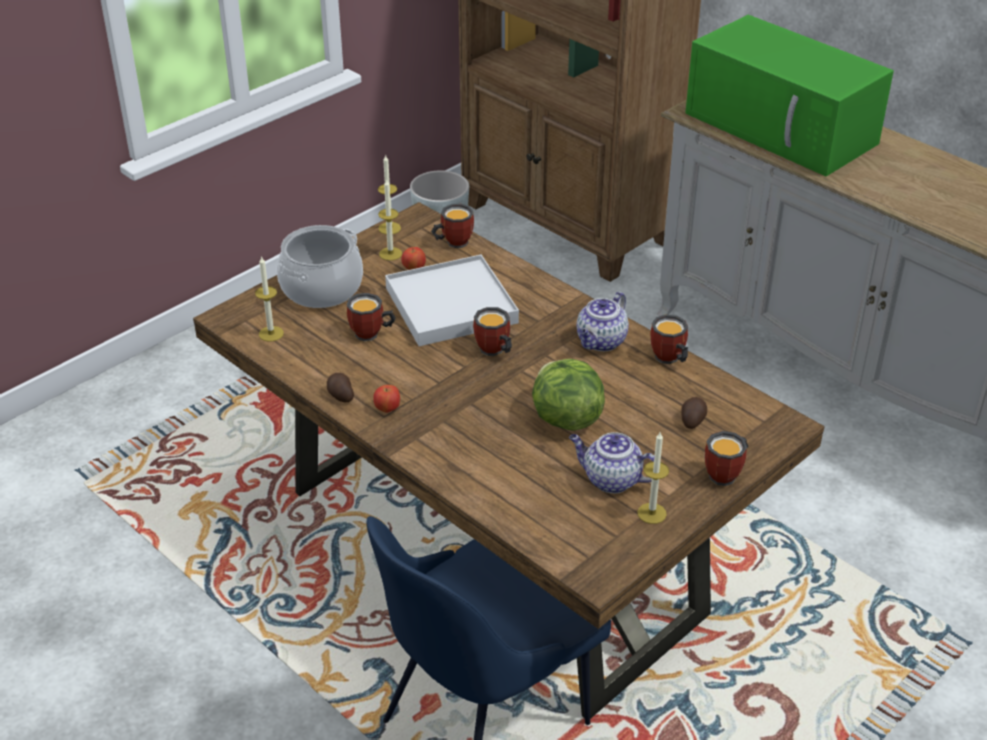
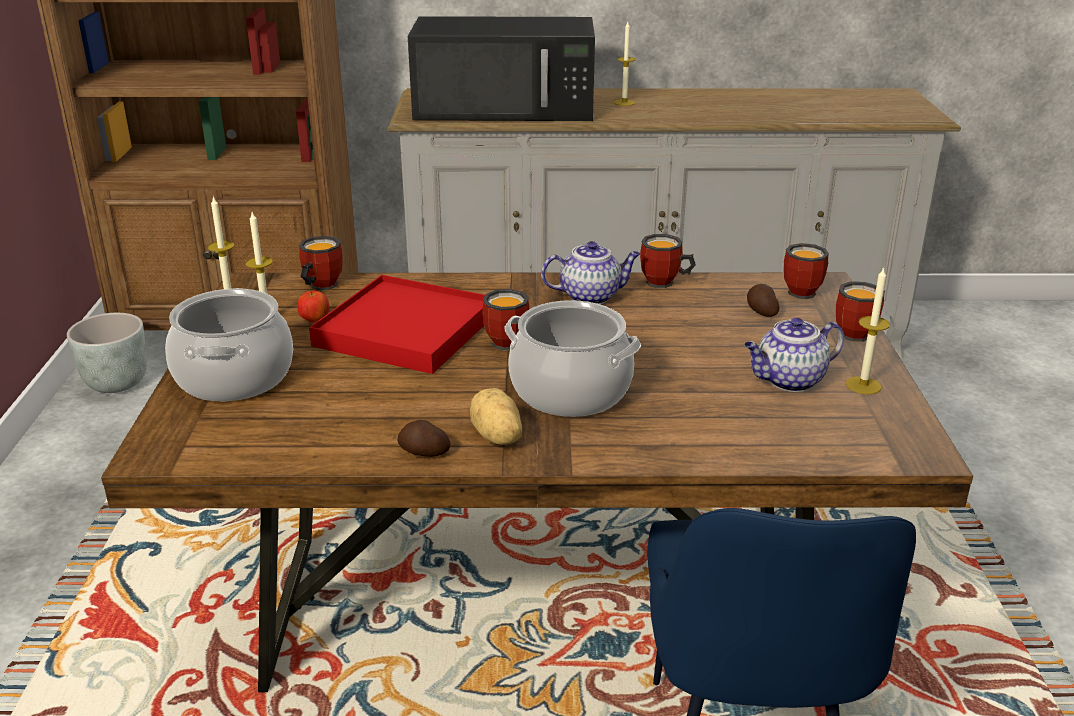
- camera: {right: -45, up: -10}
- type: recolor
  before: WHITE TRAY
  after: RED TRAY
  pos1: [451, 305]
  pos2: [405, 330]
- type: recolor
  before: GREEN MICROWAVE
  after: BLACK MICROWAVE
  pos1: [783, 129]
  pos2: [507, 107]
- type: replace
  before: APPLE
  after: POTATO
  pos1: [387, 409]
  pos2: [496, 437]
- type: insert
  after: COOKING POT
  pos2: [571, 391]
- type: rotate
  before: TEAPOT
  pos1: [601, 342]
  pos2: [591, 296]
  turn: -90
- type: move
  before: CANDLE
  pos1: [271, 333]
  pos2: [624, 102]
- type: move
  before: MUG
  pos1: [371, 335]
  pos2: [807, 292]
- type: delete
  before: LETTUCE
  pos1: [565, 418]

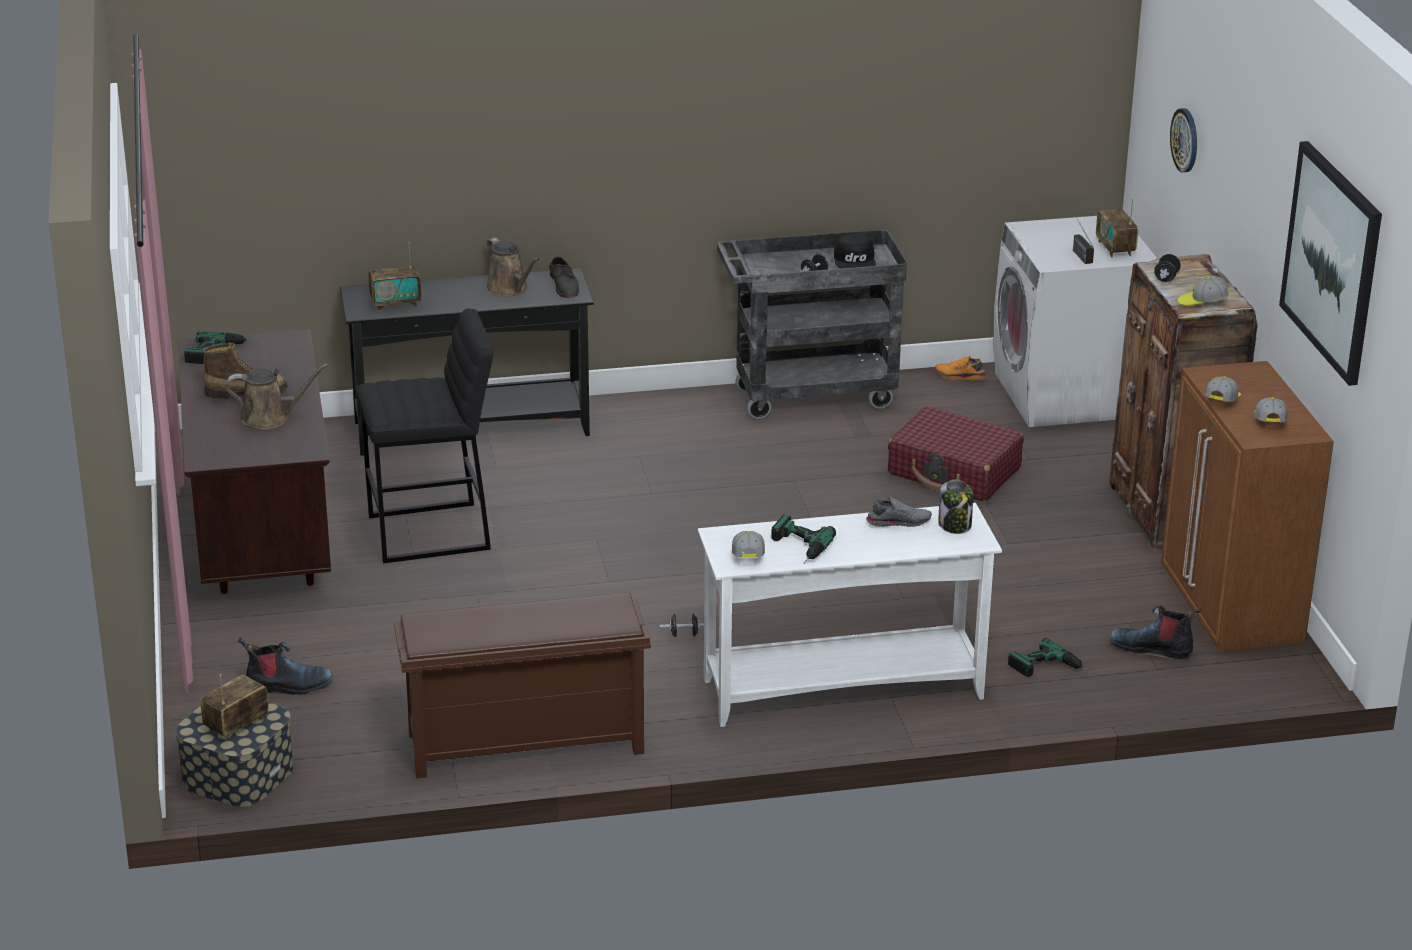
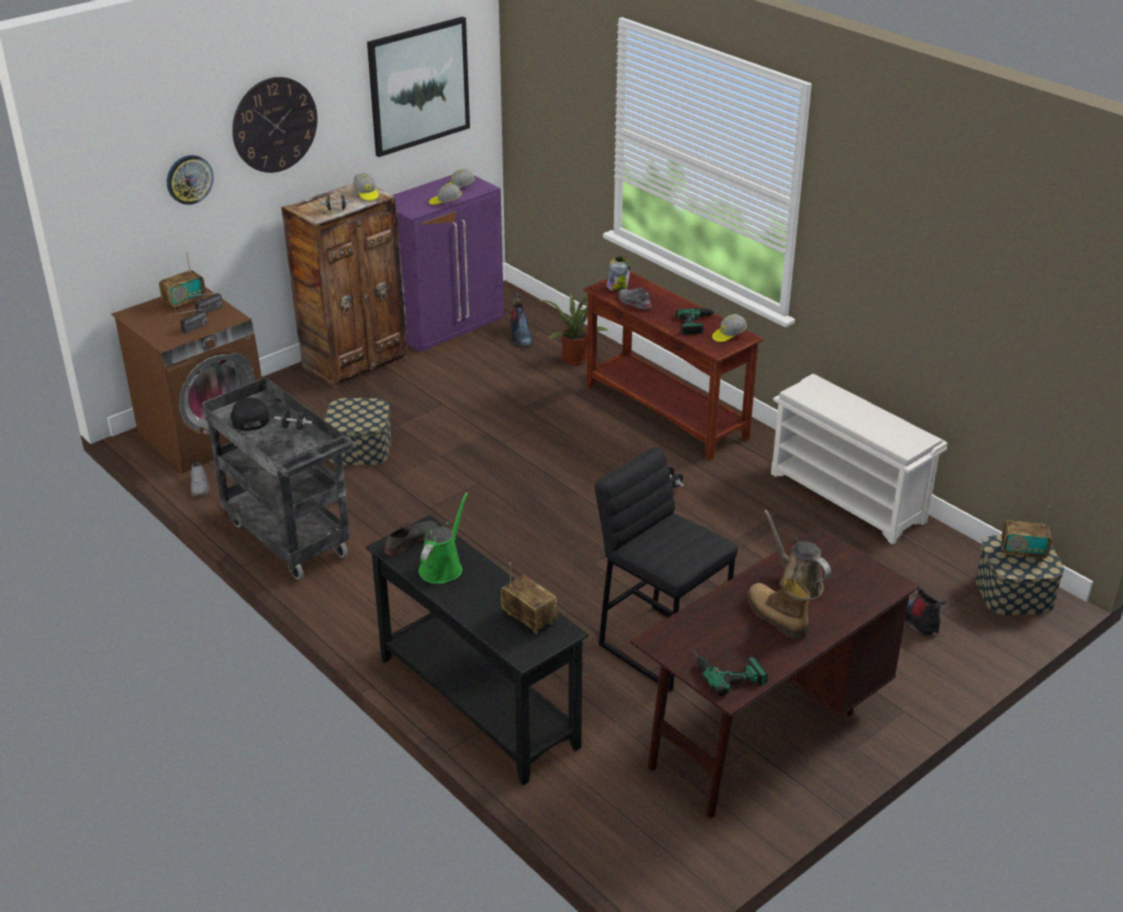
- camera: {right: -120, up: 5}
- type: recolor
  before: WHITE WASHING MACHINE
  after: BROWN WASHING MACHINE
  pos1: [1067, 395]
  pos2: [203, 434]
- type: insert
  after: RADIO
  pos2: [189, 330]
- type: recolor
  before: ORANGE SHOE
  after: GREY SHOE
  pos1: [959, 377]
  pos2: [200, 486]
- type: rotate
  before: BLACK CAP
  pos1: [855, 260]
  pos2: [249, 418]
  turn: -75
- type: insert
  after: WALL CLOCK
  pos2: [274, 124]
- type: replace
  before: RED SUITCASE
  after: STORAGE BOX
  pos1: [954, 471]
  pos2: [360, 448]
- type: recolor
  before: BROWN CABINET
  after: PURPLE CABINET
  pos1: [1231, 602]
  pos2: [446, 323]
- type: recolor
  before: BROWN WATERING CAN
  after: GREEN WATERING CAN
  pos1: [509, 289]
  pos2: [442, 567]
- type: replace
  before: POWER DRILL
  after: POTTED PLANT
  pos1: [1050, 669]
  pos2: [574, 357]
- type: recolor
  before: WHITE CONSOLE TABLE
  after: BROWN CONSOLE TABLE
  pos1: [841, 689]
  pos2: [667, 413]
- type: recolor
  before: BROWN SHOE RACK
  after: WHITE SHOE RACK
  pos1: [523, 745]
  pos2: [849, 497]

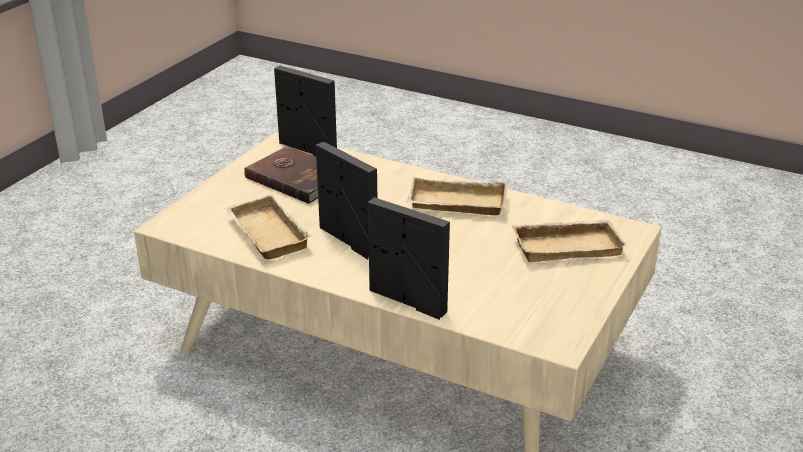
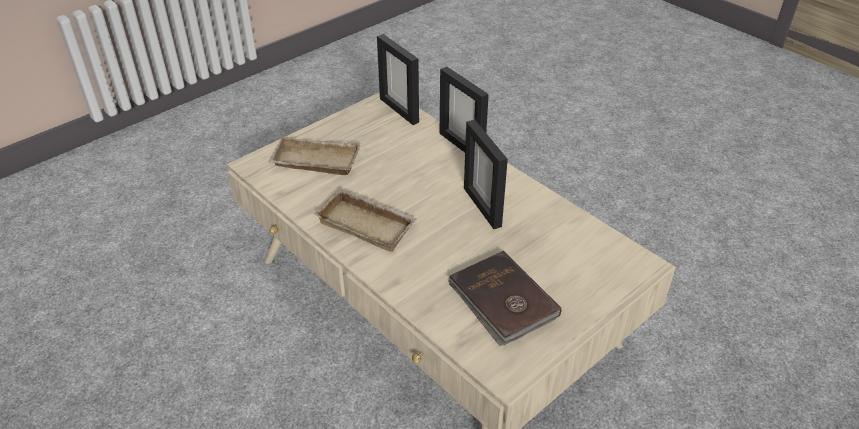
- camera: {right: -160, up: 10}
- type: move
  before: PICTURE FRAME
  pos1: [306, 150]
  pos2: [400, 110]
- type: delete
  before: BEIGE TRAY
  pos1: [264, 234]

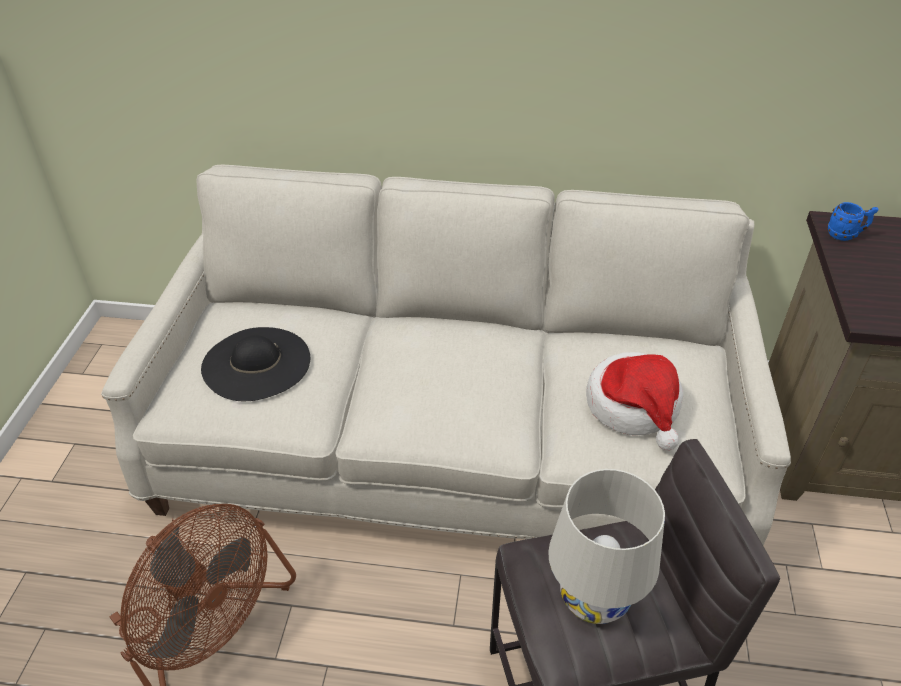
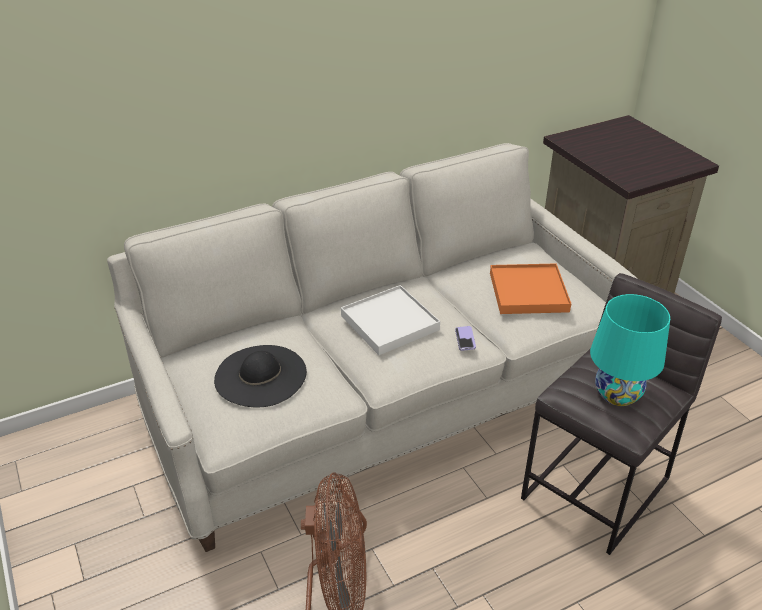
- camera: {right: -35, up: -5}
- type: insert
  after: WHITE TRAY
  pos2: [389, 323]
- type: insert
  after: PHONE
  pos2: [465, 339]
- type: replace
  before: HAT
  after: ORANGE TRAY
  pos1: [634, 407]
  pos2: [528, 292]
- type: recolor
  before: WHITE TABLE LAMP
  after: TURQUOISE TABLE LAMP
  pos1: [593, 599]
  pos2: [617, 393]
- type: delete
  before: BLUE MUG
  pos1: [845, 235]

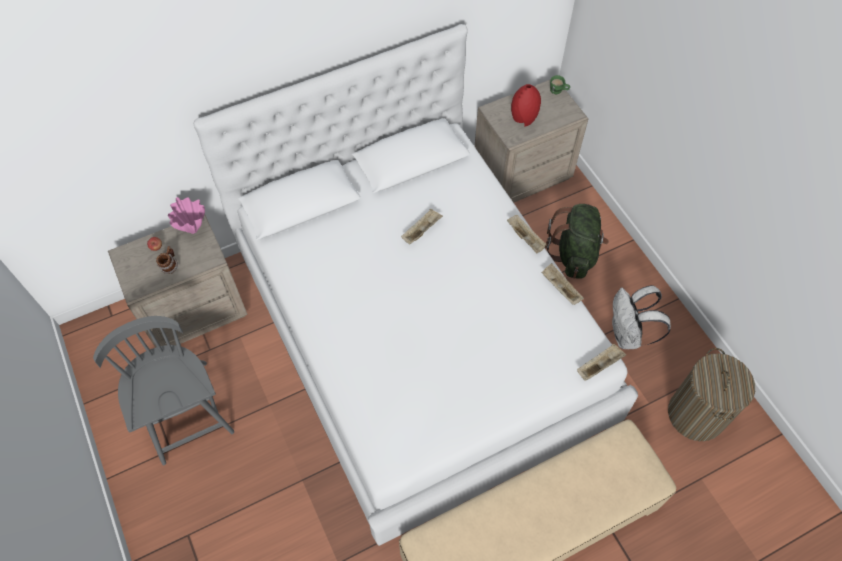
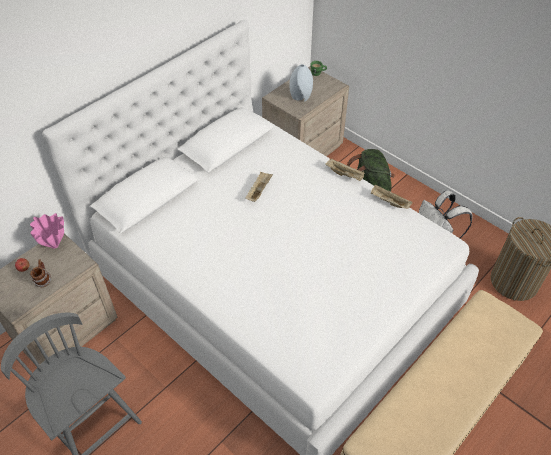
- camera: {right: -20, up: -10}
- type: recolor
  before: RED VASE
  after: GREY VASE
  pos1: [524, 119]
  pos2: [301, 97]
- type: delete
  before: BEIGE TRAY
  pos1: [599, 365]

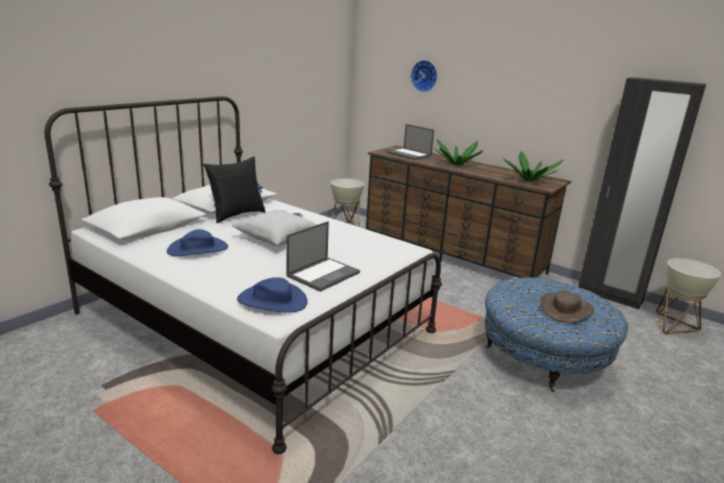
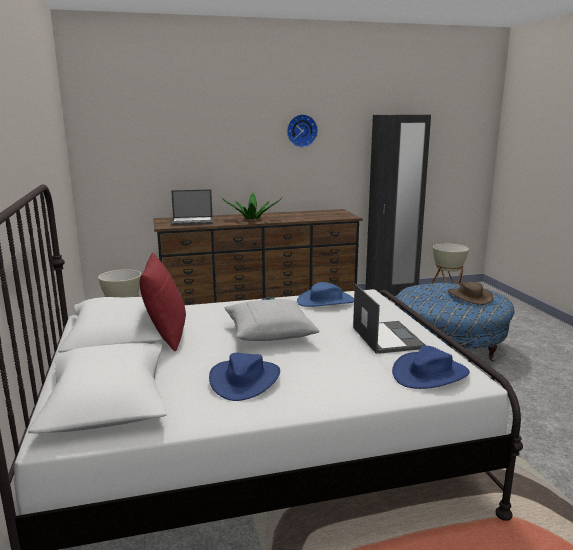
- camera: {right: -50, up: -5}
- type: recolor
  before: BLACK PILLOW
  after: RED PILLOW
  pos1: [237, 215]
  pos2: [166, 336]
- type: move
  before: WALL CLOCK
  pos1: [425, 76]
  pos2: [301, 130]
- type: insert
  after: BLUE HAT
  pos2: [326, 301]
- type: delete
  before: POTTED PLANT
  pos1: [529, 180]

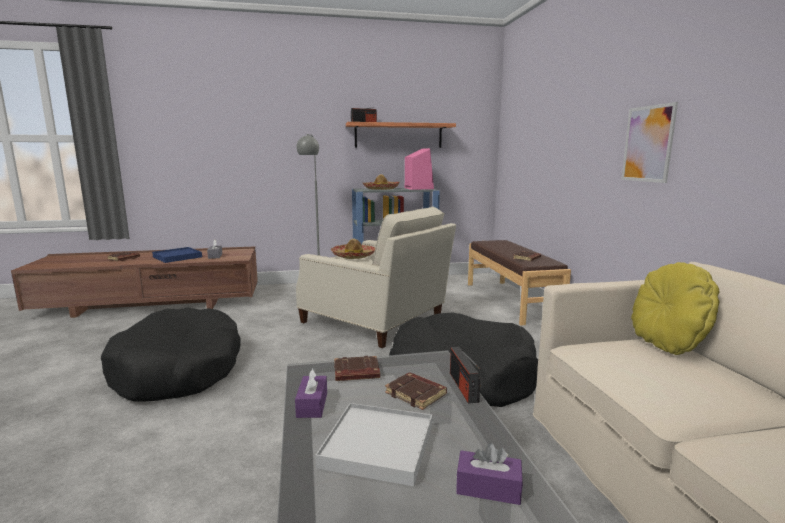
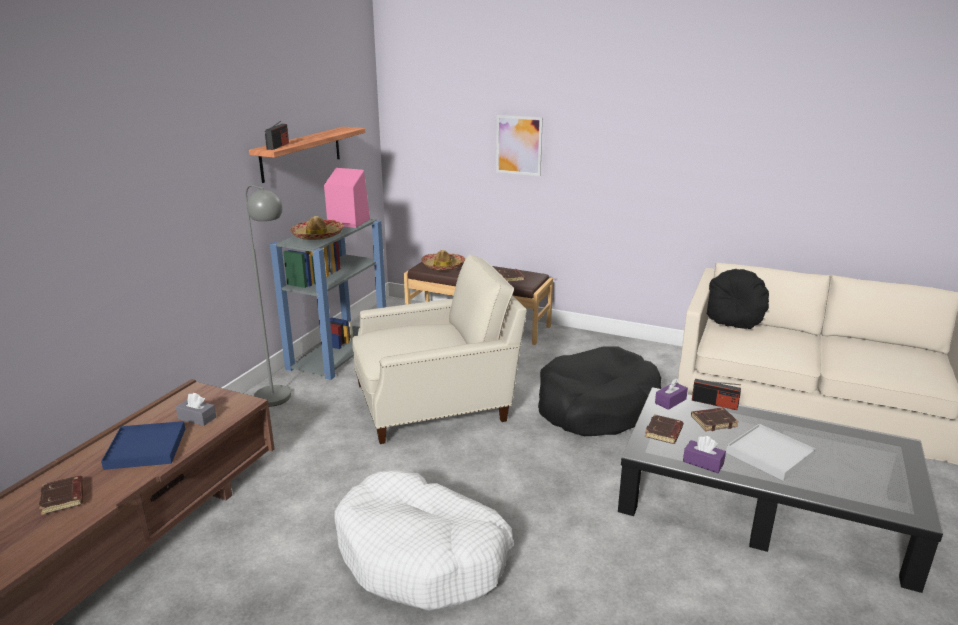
- camera: {right: -55, up: 10}
- type: recolor
  before: BLACK DOG BED
  after: WHITE DOG BED
  pos1: [179, 370]
  pos2: [422, 555]
- type: move
  before: HAT
  pos1: [353, 256]
  pos2: [443, 266]
- type: move
  before: PICTURE
  pos1: [648, 144]
  pos2: [519, 145]
- type: move
  before: PURPLE TISSUE BOX
  pos1: [488, 488]
  pos2: [670, 401]
- type: recolor
  before: YELLOW PILLOW
  after: BLACK PILLOW
  pos1: [667, 345]
  pos2: [733, 324]

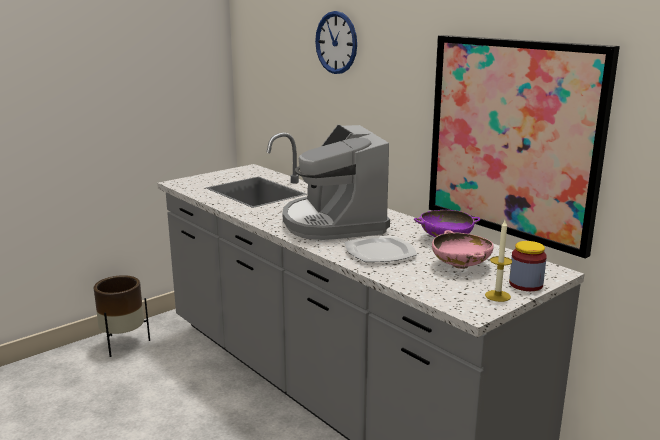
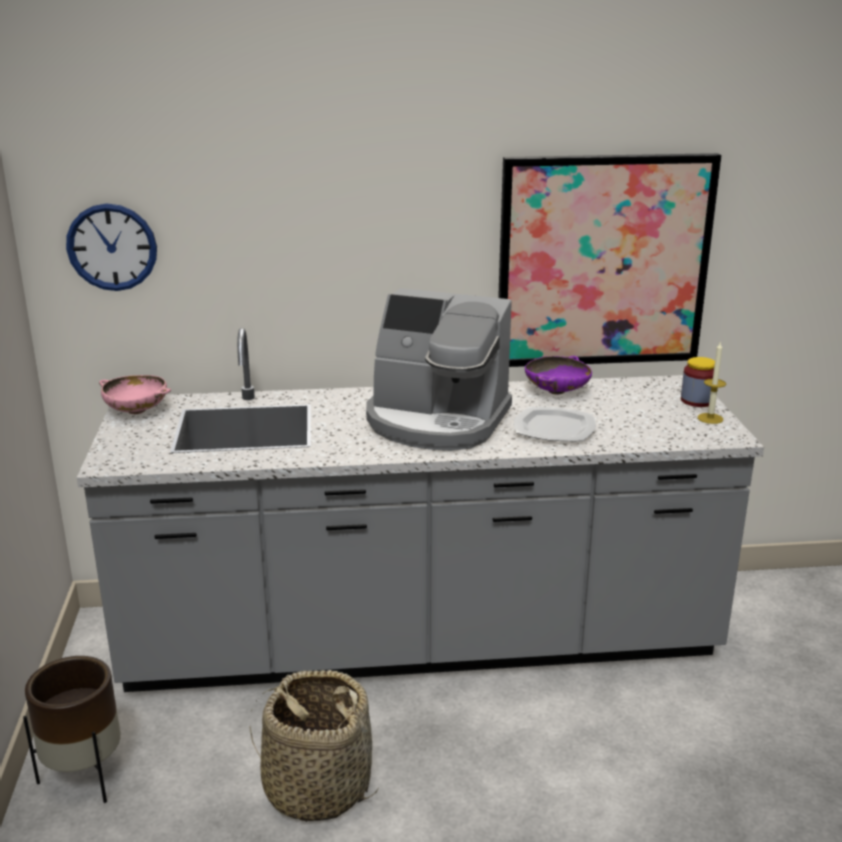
- camera: {right: -55, up: 5}
- type: move
  before: WALL CLOCK
  pos1: [336, 42]
  pos2: [112, 247]
- type: move
  before: PINK BOWL
  pos1: [461, 265]
  pos2: [137, 410]
- type: insert
  after: BASKET
  pos2: [317, 787]

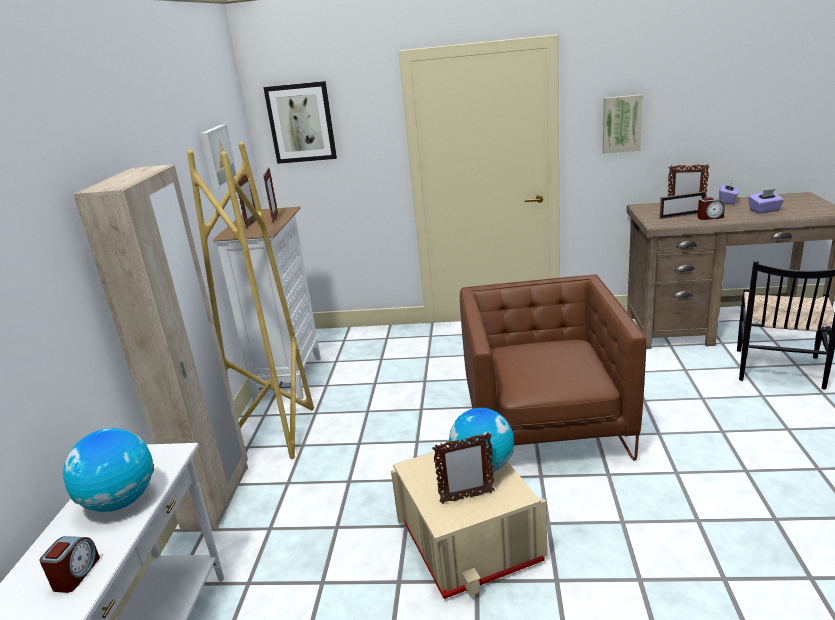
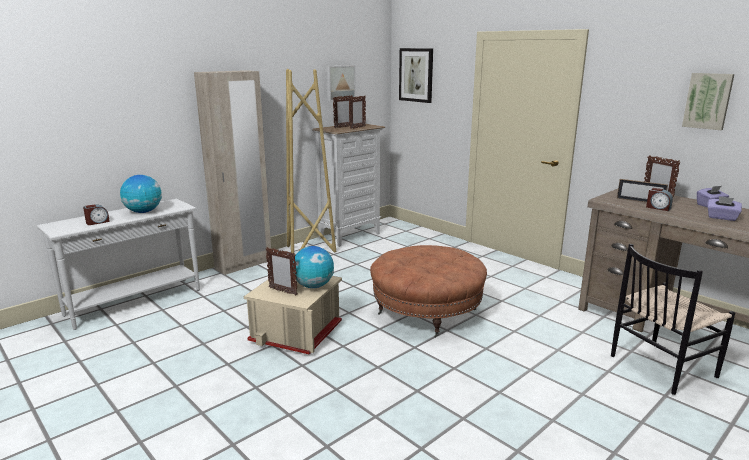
- camera: {right: 40, up: -5}
- type: replace
  before: BROWN ARMCHAIR
  after: BROWN OTTOMAN
  pos1: [544, 427]
  pos2: [426, 312]
- type: move
  before: PICTURE
  pos1: [621, 124]
  pos2: [708, 101]

